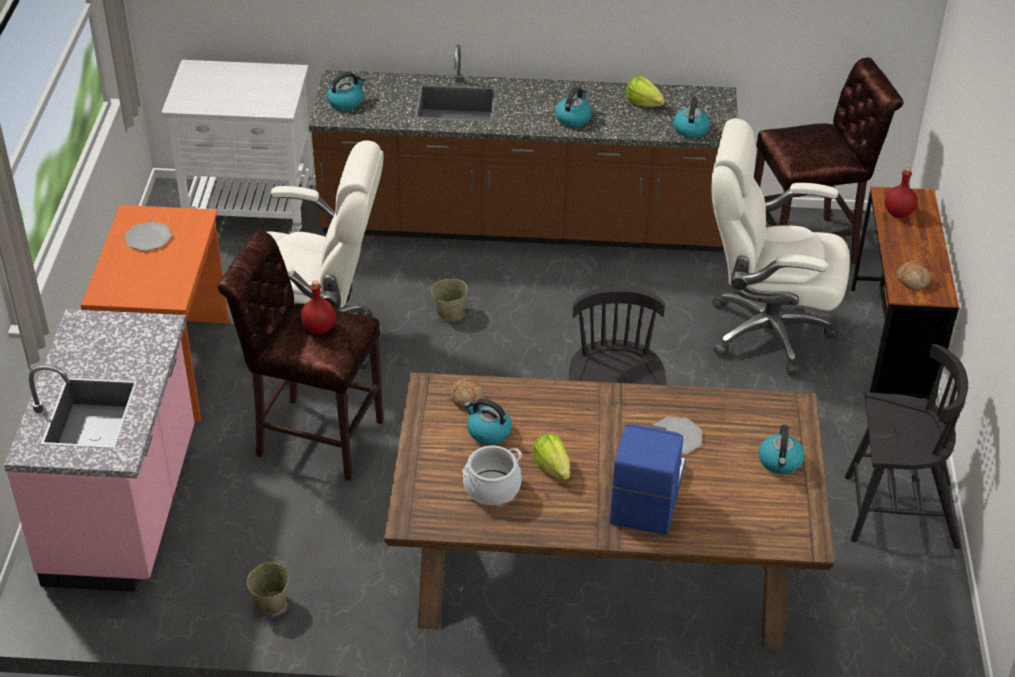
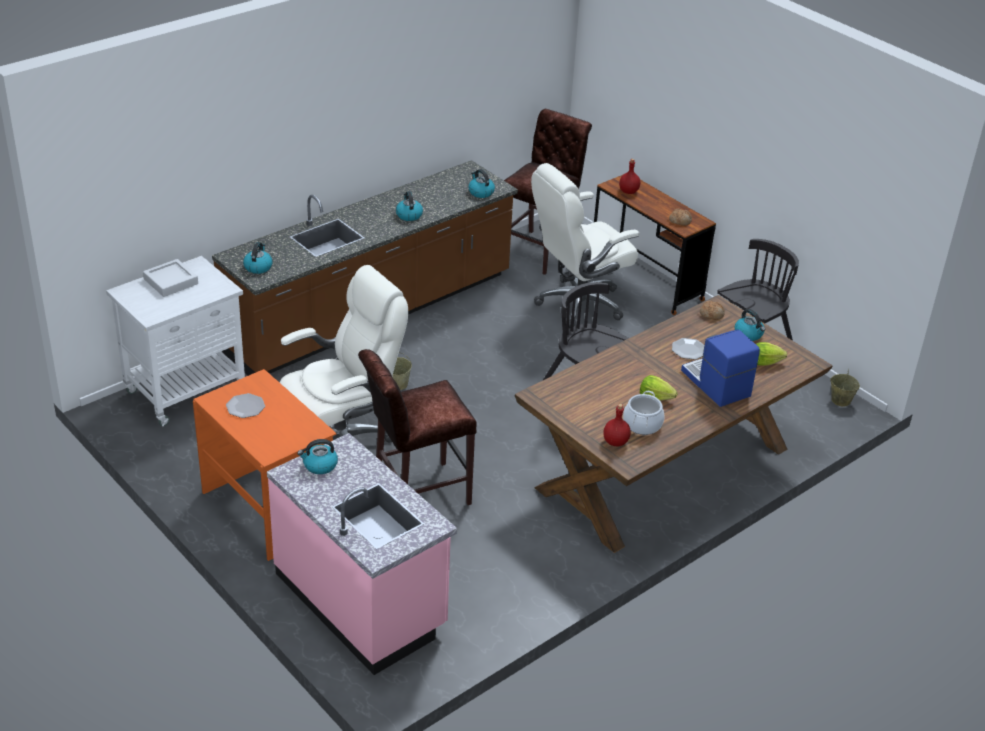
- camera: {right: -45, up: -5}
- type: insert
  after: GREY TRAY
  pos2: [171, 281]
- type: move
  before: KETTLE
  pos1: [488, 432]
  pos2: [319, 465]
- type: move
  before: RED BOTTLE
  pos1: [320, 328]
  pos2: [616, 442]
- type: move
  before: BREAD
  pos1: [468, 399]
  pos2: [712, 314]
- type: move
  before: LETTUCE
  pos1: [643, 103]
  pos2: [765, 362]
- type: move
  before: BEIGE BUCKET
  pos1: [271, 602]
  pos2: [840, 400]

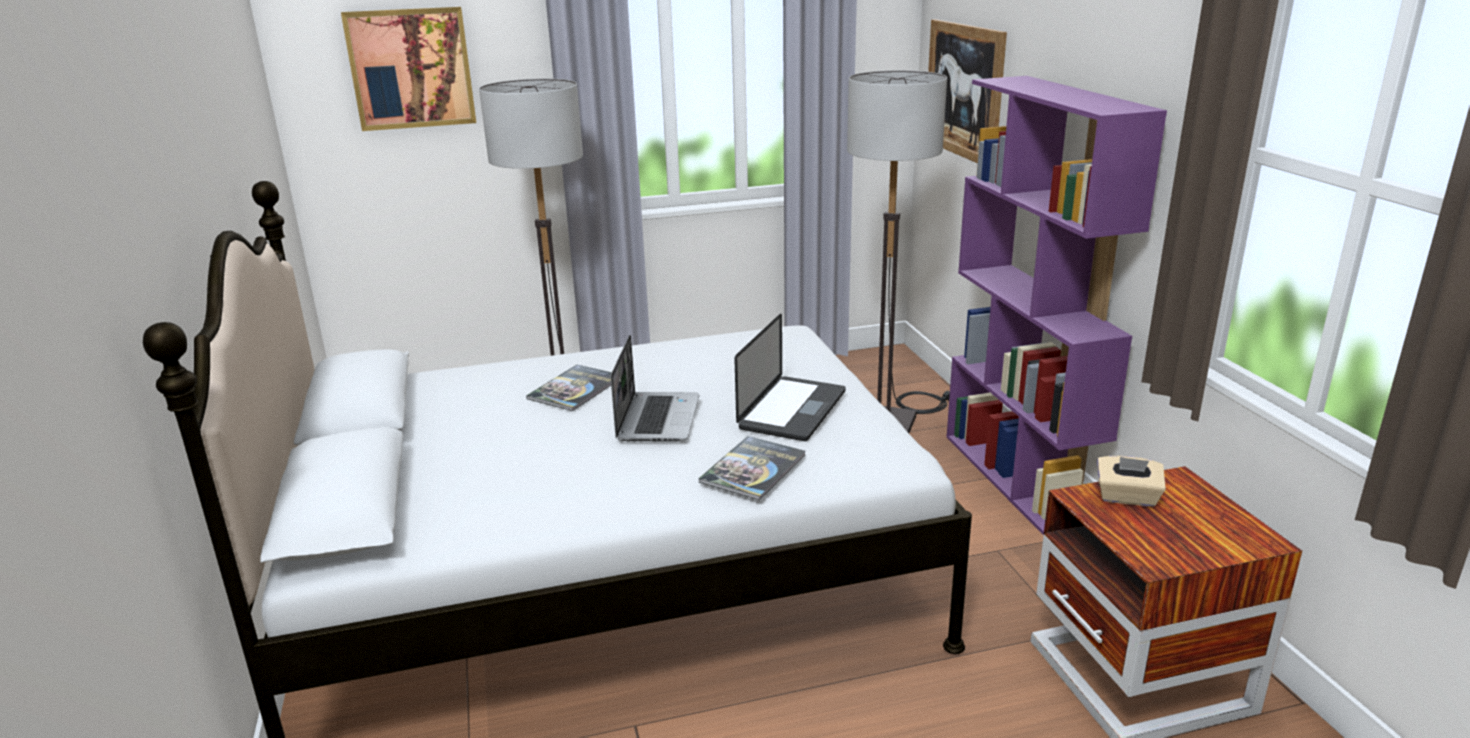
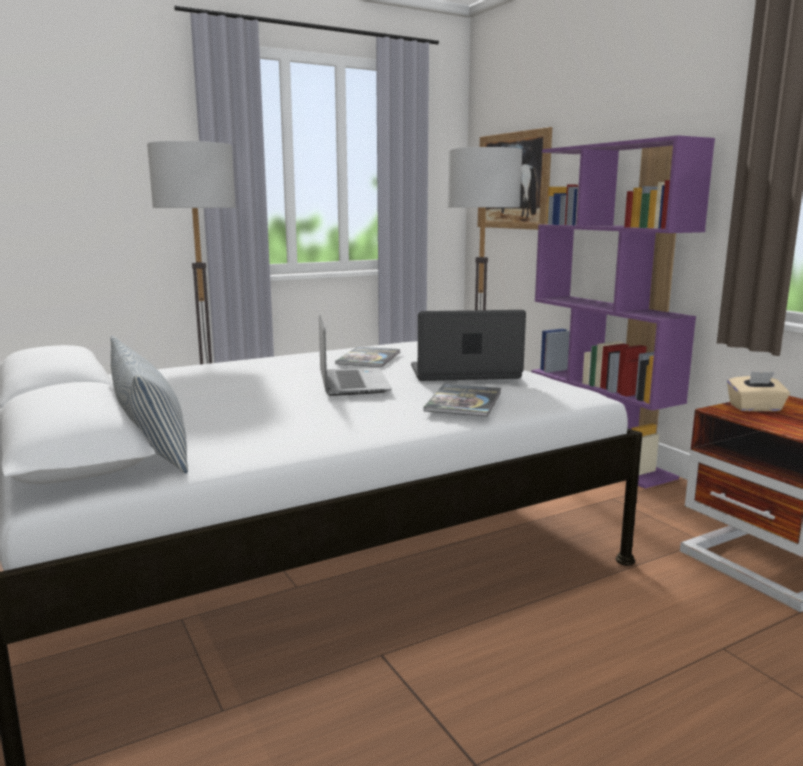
- camera: {right: -15, up: -10}
- type: insert
  after: PILLOW
  pos2: [150, 442]
- type: move
  before: BOOK
  pos1: [575, 389]
  pos2: [369, 358]
- type: rotate
  before: LAPTOP
  pos1: [792, 410]
  pos2: [464, 373]
  turn: -105
- type: delete
  before: PICTURE
  pos1: [411, 68]

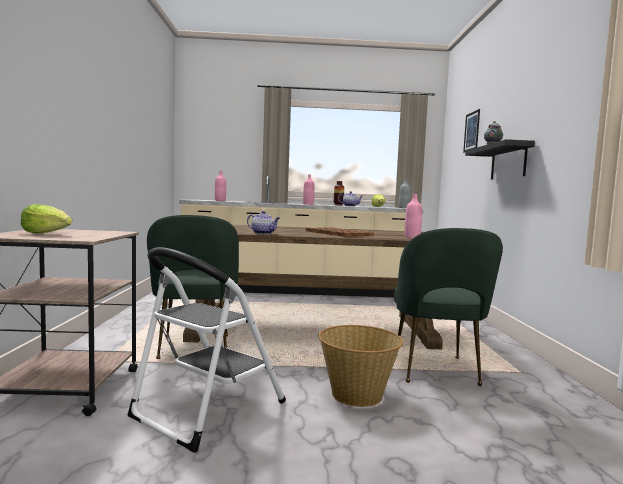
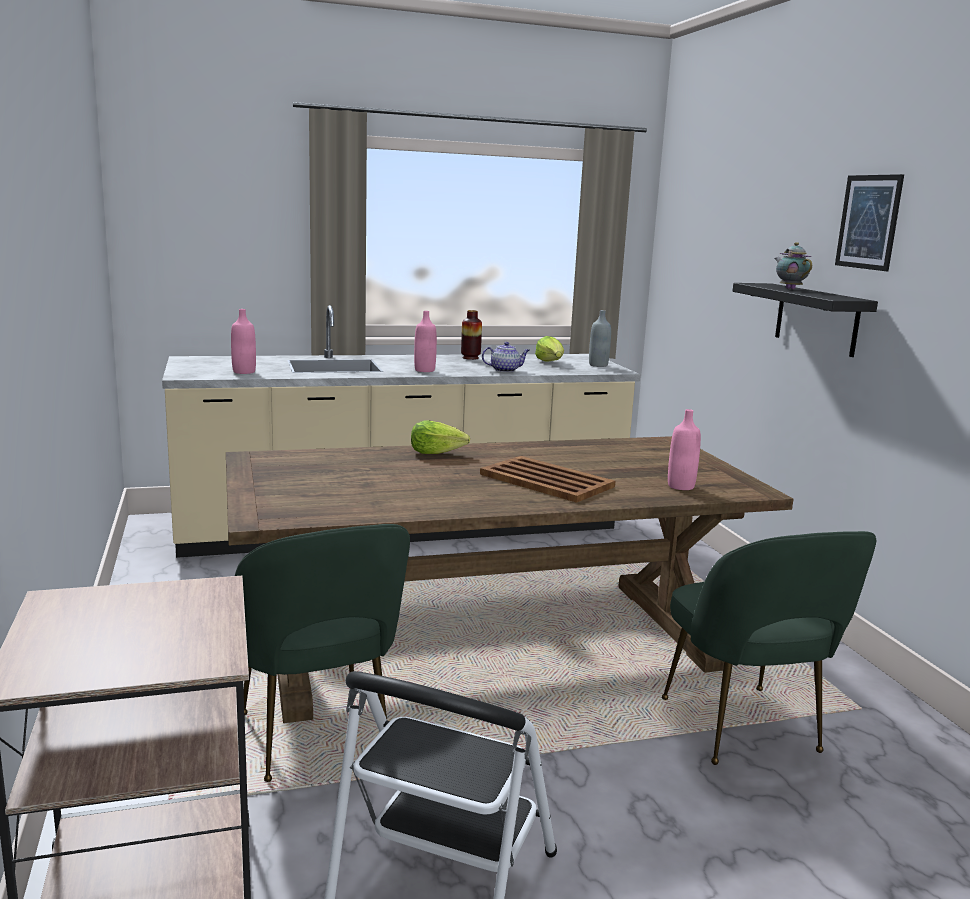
- camera: {right: -15, up: 10}
- type: move
  before: LETTUCE
  pos1: [47, 233]
  pos2: [436, 453]
- type: move
  before: PICTURE
  pos1: [471, 131]
  pos2: [868, 222]
- type: delete
  before: TEAPOT
  pos1: [263, 233]
- type: delete
  before: BASKET
  pos1: [357, 394]

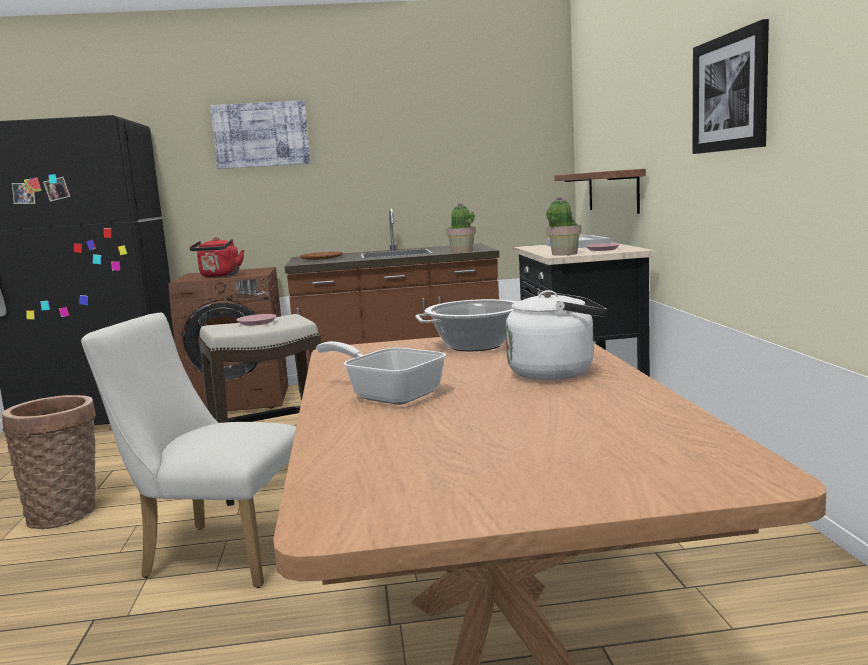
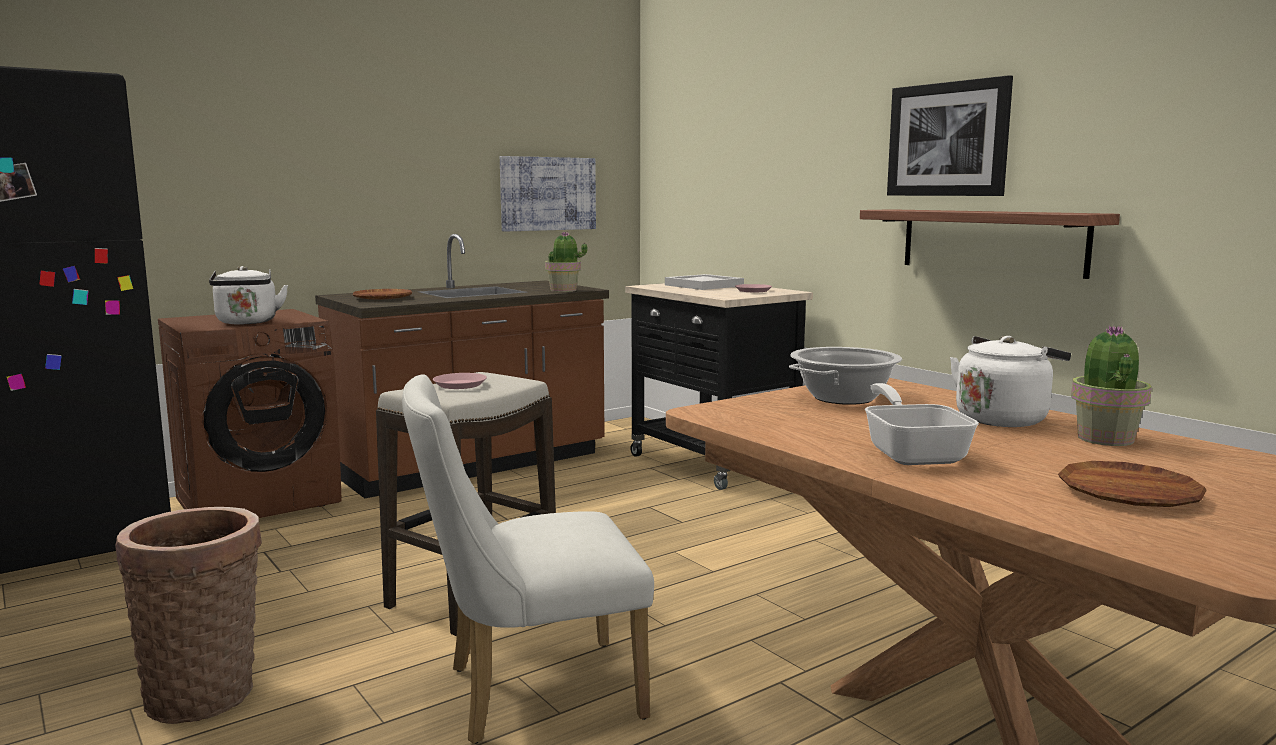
- camera: {right: -30, up: 0}
- type: recolor
  before: RED KETTLE
  after: WHITE KETTLE
  pos1: [219, 276]
  pos2: [247, 322]
- type: move
  before: PICTURE
  pos1: [261, 134]
  pos2: [548, 193]
- type: move
  before: SHELF
  pos1: [612, 191]
  pos2: [991, 241]
- type: rotate
  before: FRYING PAN
  pos1: [388, 394]
  pos2: [912, 453]
  turn: 75
- type: insert
  after: BROWN PLATE
  pos2: [1128, 493]
- type: move
  before: POTTED PLANT
  pos1: [564, 254]
  pos2: [1105, 439]

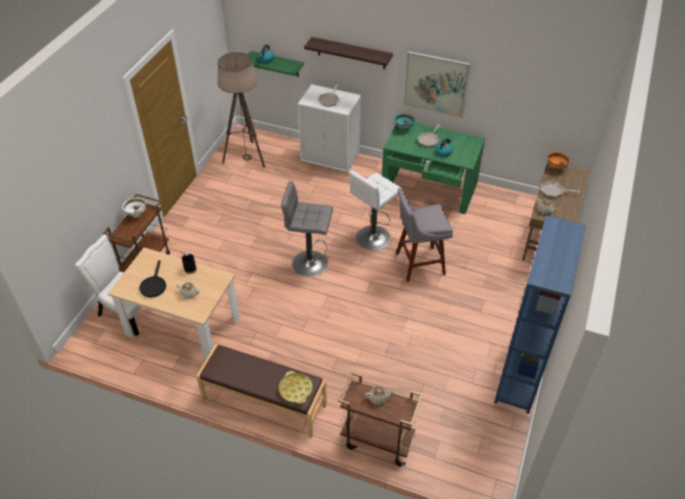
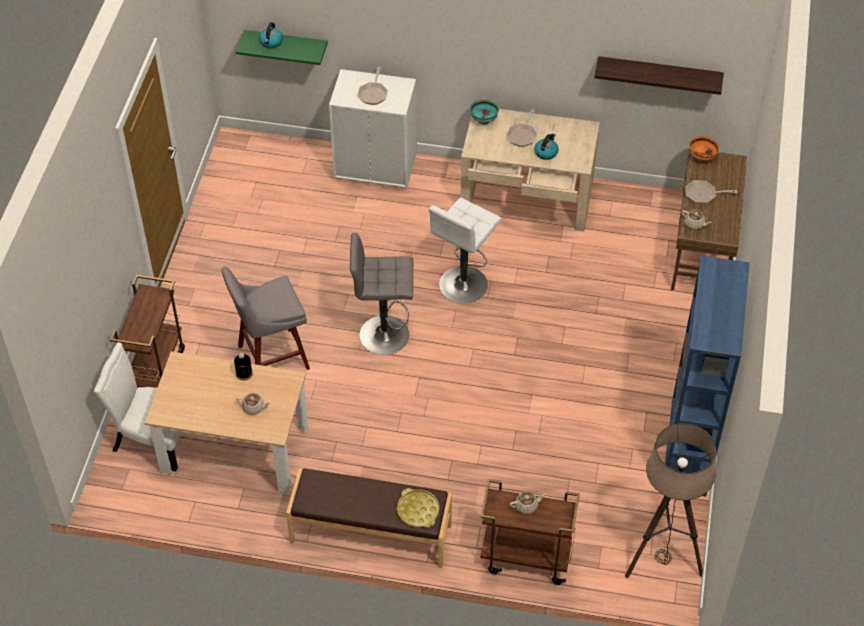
- camera: {right: -10, up: 5}
- type: move
  before: GREY STOOL
  pos1: [418, 264]
  pos2: [271, 357]
- type: recolor
  before: GREEN DESK
  after: BEIGE DESK
  pos1: [428, 191]
  pos2: [527, 202]
- type: move
  before: SHELF
  pos1: [351, 53]
  pos2: [659, 74]
- type: move
  before: FLOOR LAMP
  pos1: [246, 157]
  pos2: [661, 557]
- type: delete
  before: WHITE BOWL
  pos1: [136, 214]
- type: delete
  before: BLACK FRYING PAN
  pos1: [153, 285]
- type: delete
  before: PICTURE
  pos1: [436, 84]

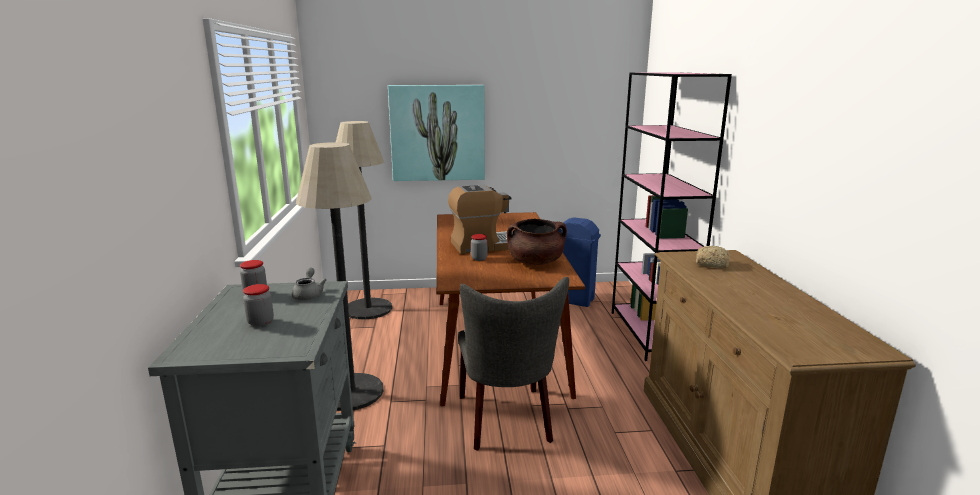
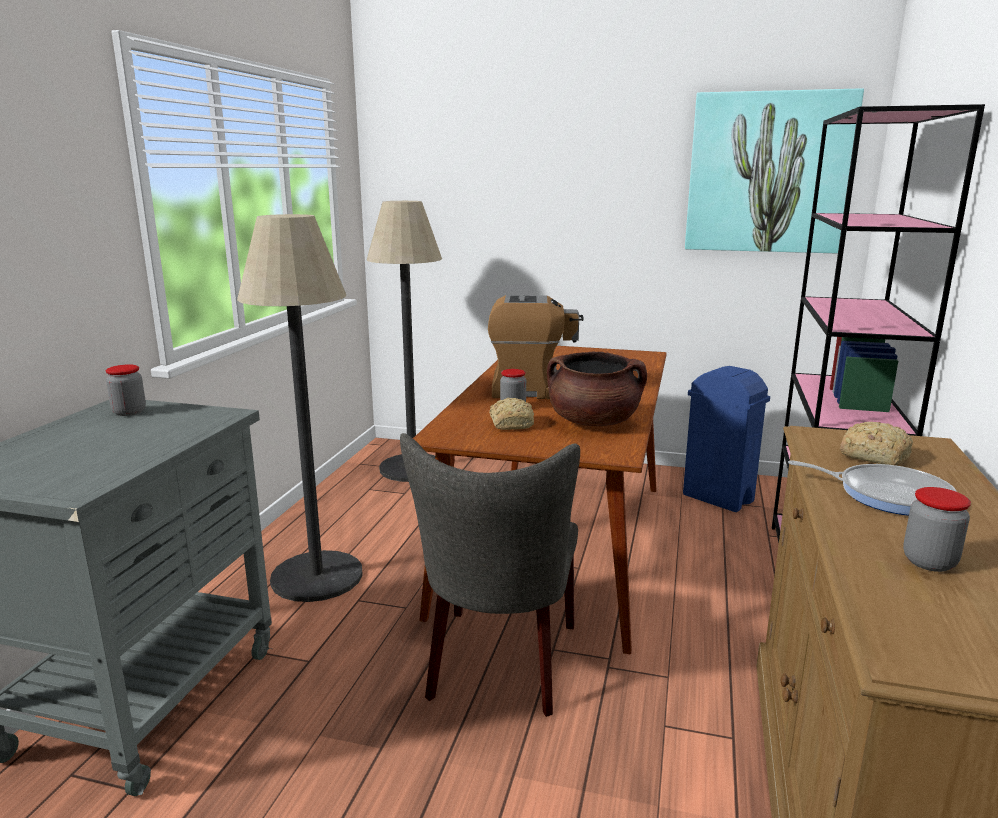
- camera: {right: 20, up: 0}
- type: insert
  after: BREAD
  pos2: [512, 424]
- type: move
  before: PICTURE
  pos1: [437, 133]
  pos2: [768, 173]
- type: insert
  after: FRYING PAN
  pos2: [887, 494]
- type: move
  before: JAR
  pos1: [260, 322]
  pos2: [929, 562]
- type: delete
  before: GREY TEAPOT
  pos1: [308, 294]

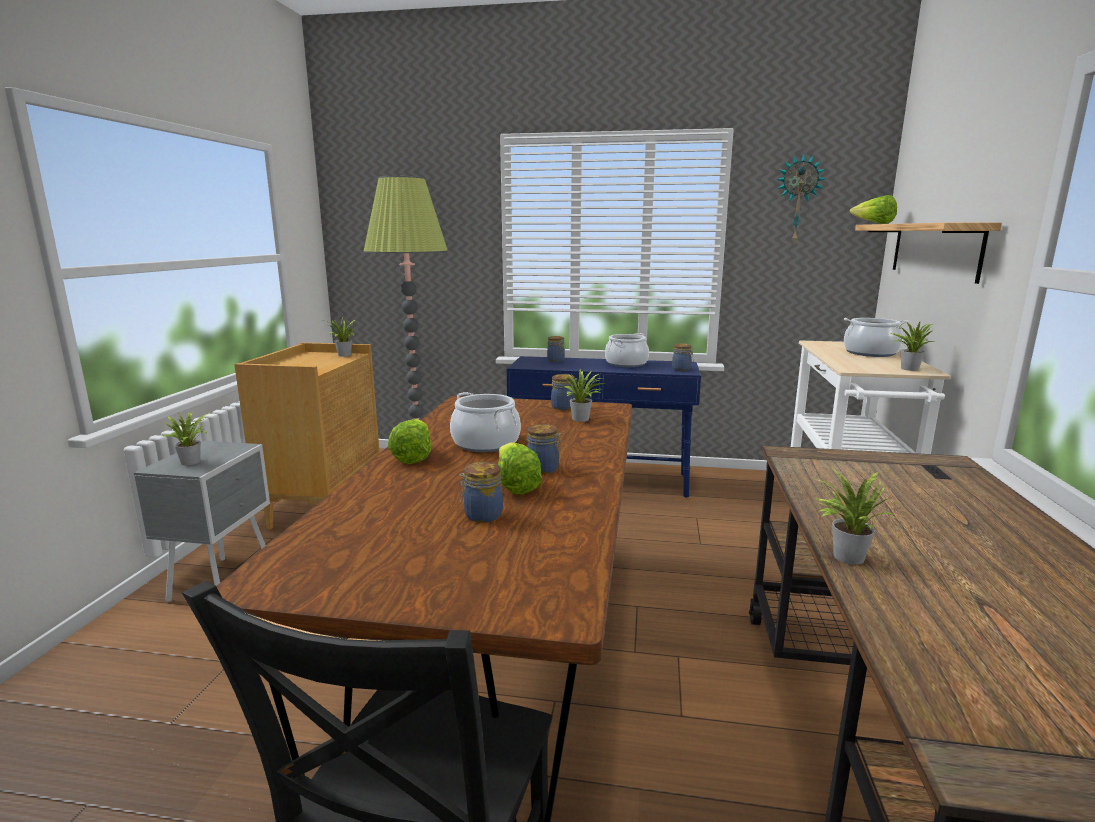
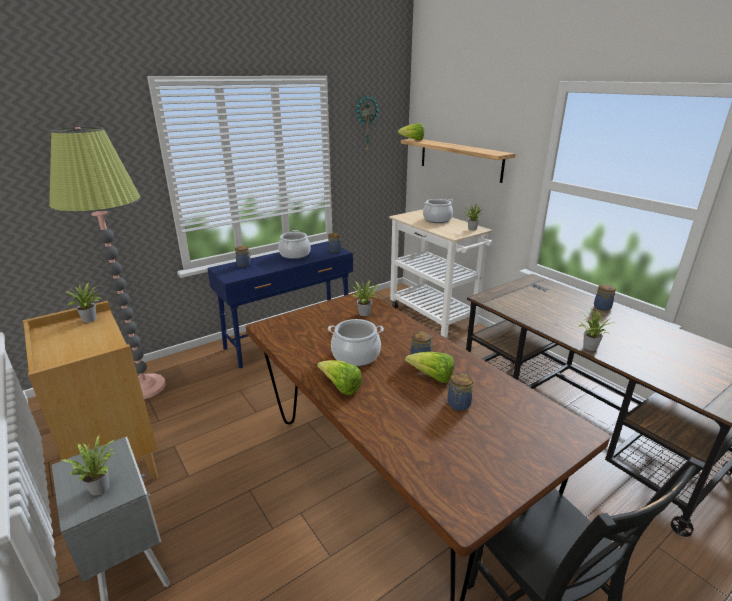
- camera: {right: -45, up: 10}
- type: move
  before: JAR
  pos1: [564, 407]
  pos2: [602, 307]

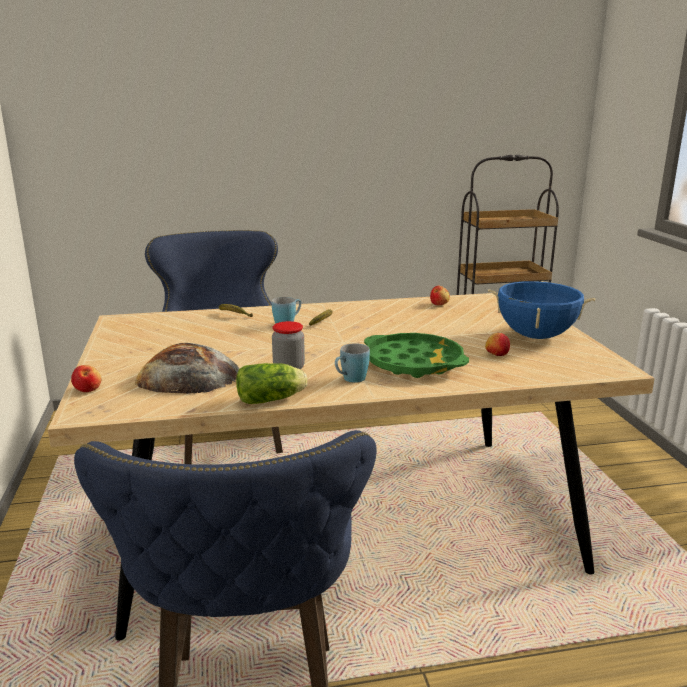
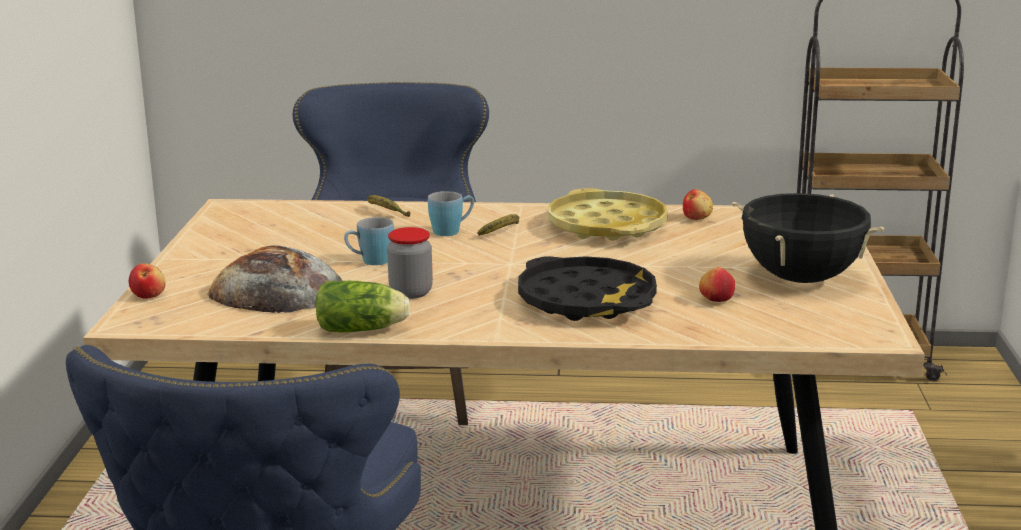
- camera: {right: 15, up: 0}
- type: move
  before: BLUE MUG
  pos1: [350, 379]
  pos2: [370, 261]
- type: recolor
  before: GREEN TRAY
  after: BLACK TRAY
  pos1: [414, 363]
  pos2: [586, 300]
- type: insert
  after: YELLOW TRAY
  pos2: [607, 226]
- type: recolor
  before: BLUE COOKING POT
  after: BLACK COOKING POT
  pos1: [536, 336]
  pos2: [801, 279]

